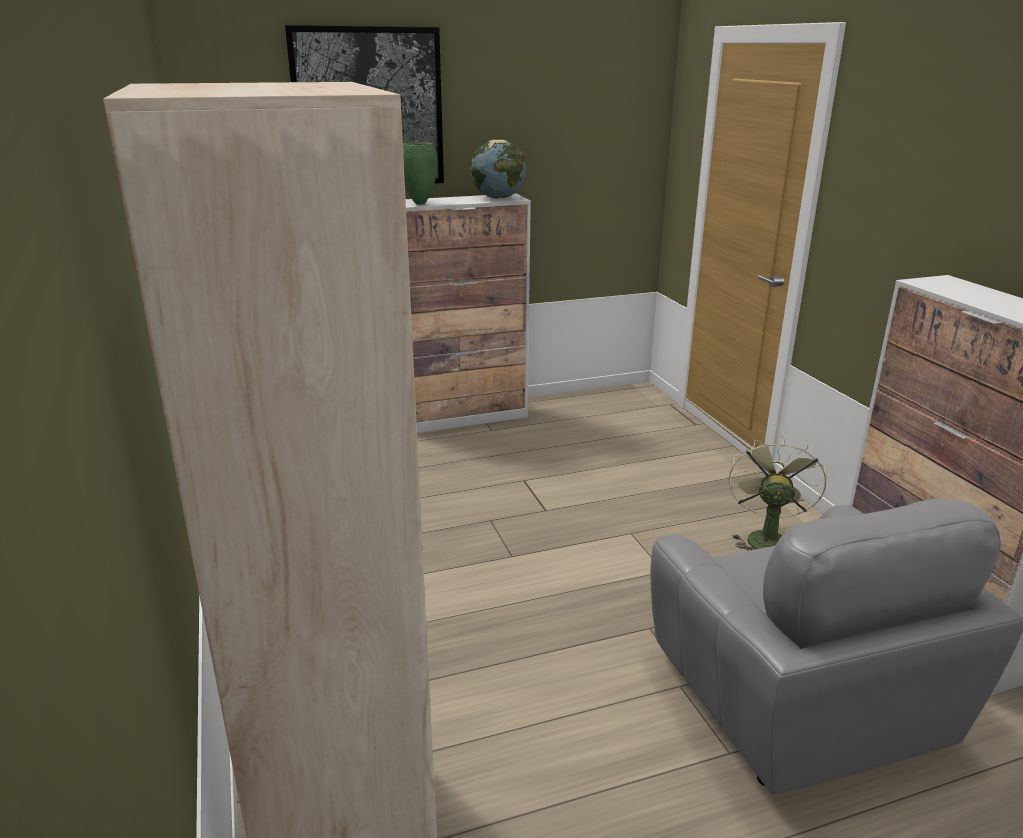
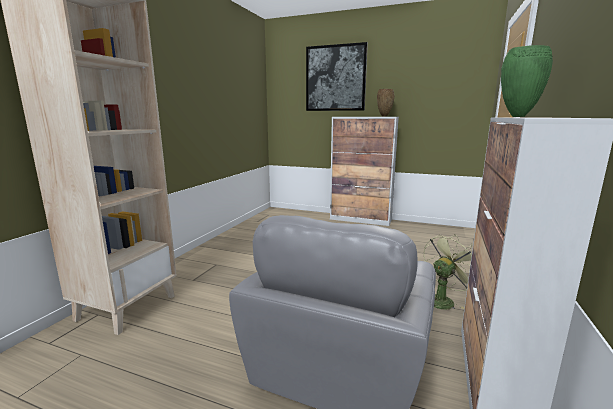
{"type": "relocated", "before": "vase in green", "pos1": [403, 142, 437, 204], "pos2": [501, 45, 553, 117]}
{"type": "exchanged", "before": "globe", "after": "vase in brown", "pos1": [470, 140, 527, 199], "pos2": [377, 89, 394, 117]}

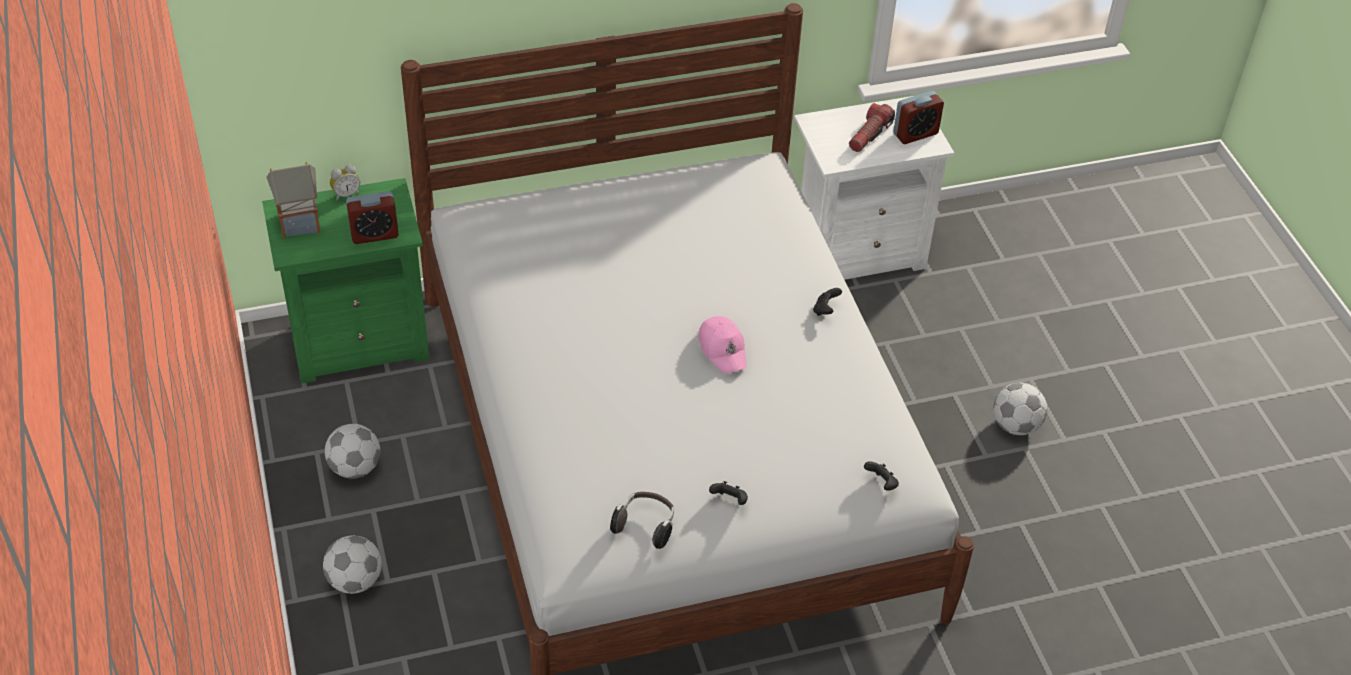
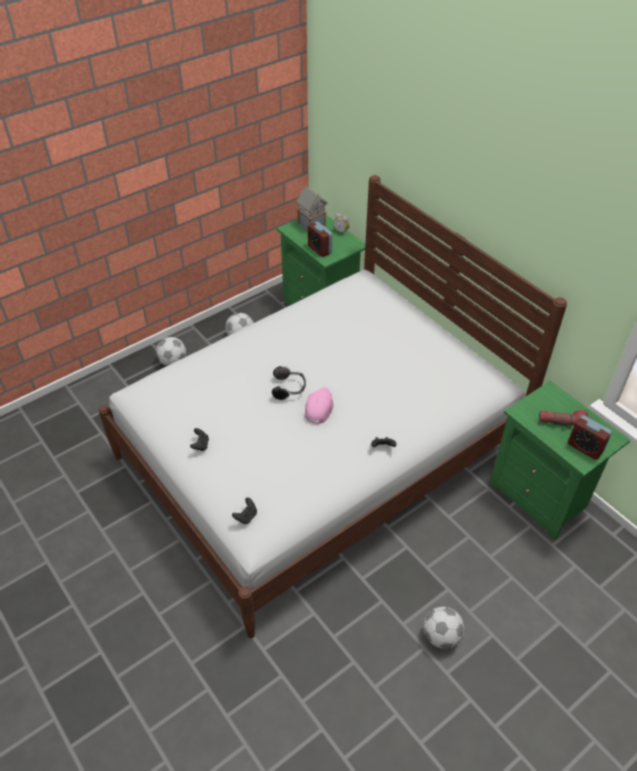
{"type": "relocated", "before": "headphones", "pos1": [610, 492, 674, 549], "pos2": [272, 366, 306, 400]}
{"type": "colour", "before": "nightstand in white", "after": "nightstand in green", "pos1": [794, 96, 954, 280], "pos2": [490, 381, 630, 541]}
{"type": "spun", "before": "cap in pink", "pos1": [698, 316, 747, 373], "pos2": [305, 387, 334, 424], "turn": 150}

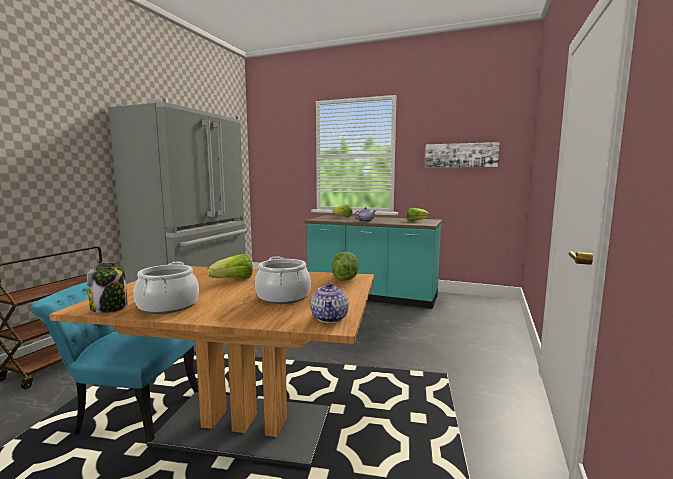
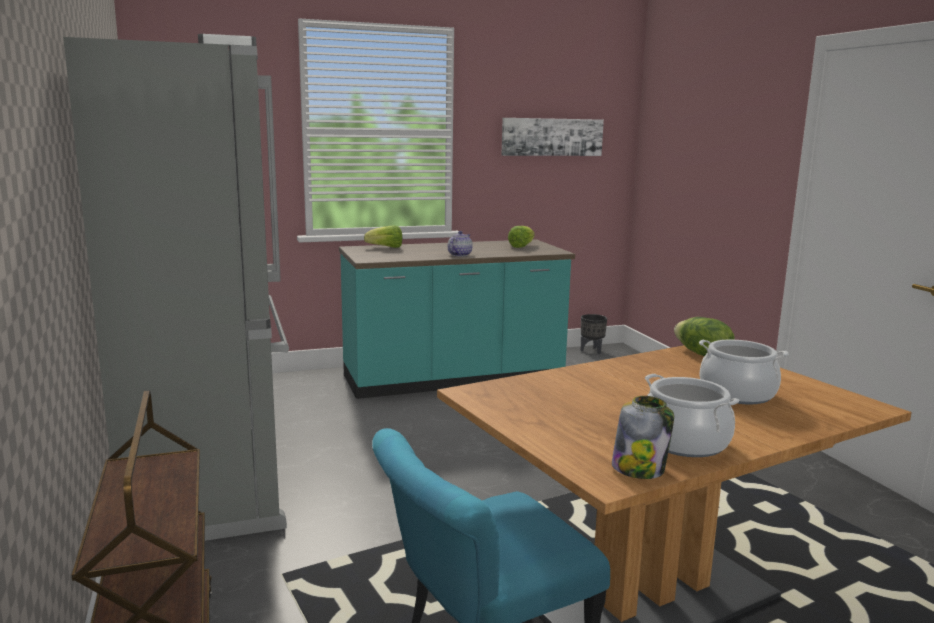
{"type": "missing", "before": "lettuce", "pos1": [207, 254, 253, 279]}
{"type": "missing", "before": "teapot", "pos1": [311, 283, 349, 323]}
{"type": "appeared", "after": "planter in black", "pos2": [581, 314, 607, 354]}

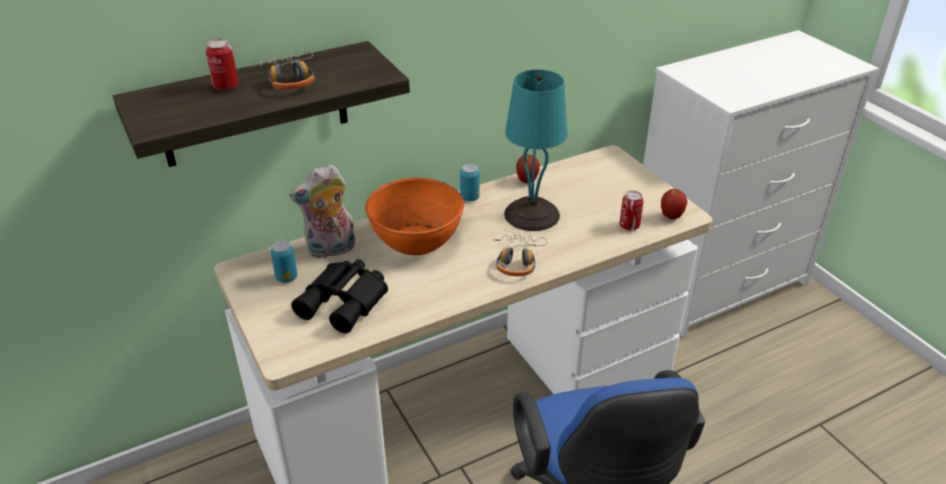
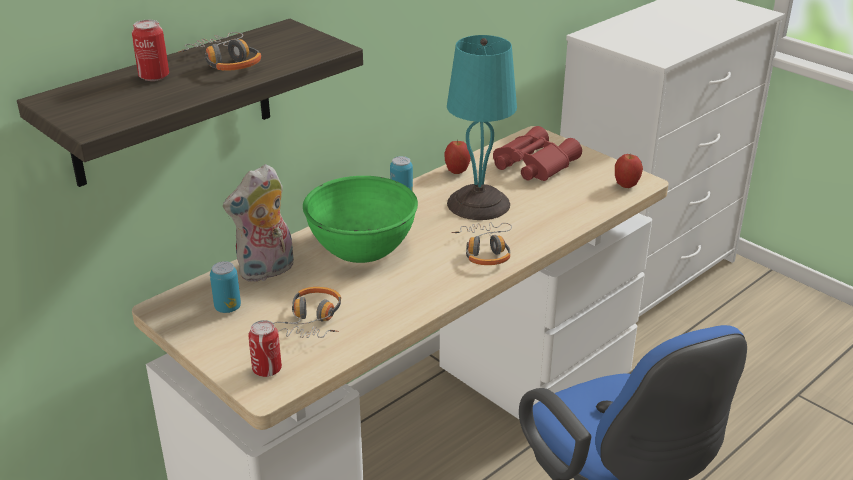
{"type": "appeared", "after": "binoculars in red", "pos2": [493, 126, 582, 181]}
{"type": "relocated", "before": "can", "pos1": [619, 191, 644, 231], "pos2": [248, 320, 282, 377]}
{"type": "exchanged", "before": "binoculars in black", "after": "headphones", "pos1": [291, 259, 388, 333], "pos2": [274, 287, 341, 338]}
{"type": "colour", "before": "bowl in orange", "after": "bowl in green", "pos1": [365, 178, 464, 255], "pos2": [303, 176, 418, 263]}

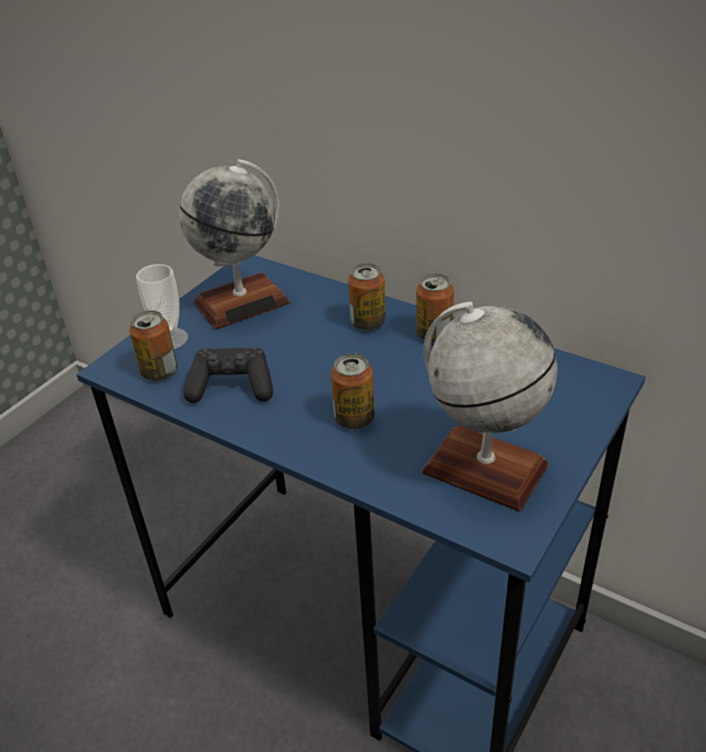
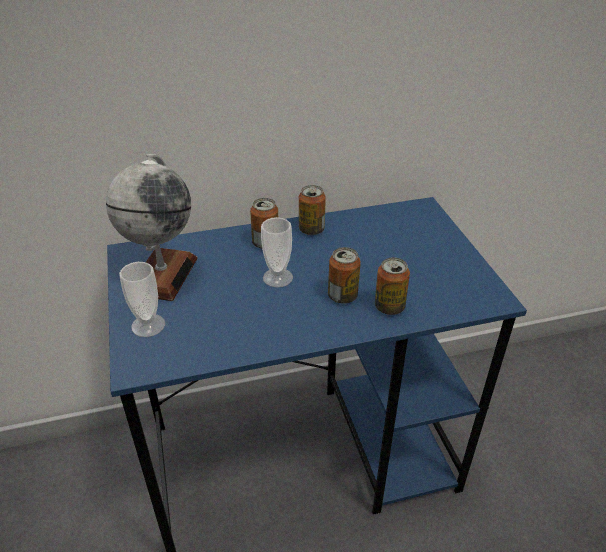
{"type": "missing", "before": "game controller in black", "pos1": [183, 347, 273, 403]}
{"type": "missing", "before": "globe", "pos1": [422, 302, 557, 511]}
{"type": "appeared", "after": "cup", "pos2": [261, 217, 293, 288]}
{"type": "relocated", "before": "can", "pos1": [129, 311, 178, 381], "pos2": [375, 257, 410, 315]}

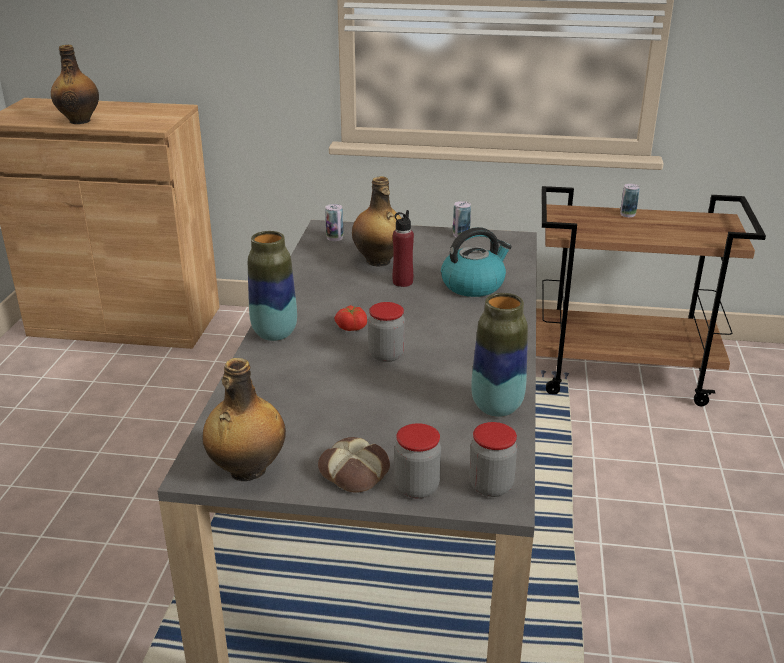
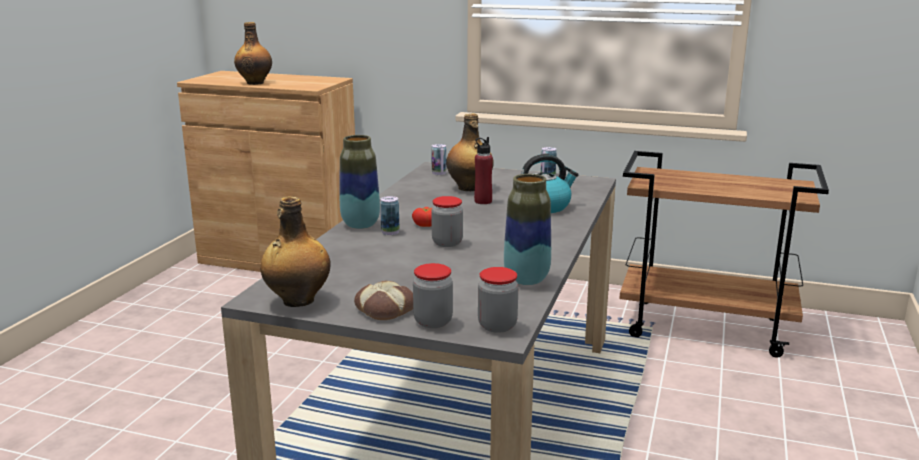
{"type": "relocated", "before": "can", "pos1": [620, 184, 640, 217], "pos2": [380, 196, 399, 235]}

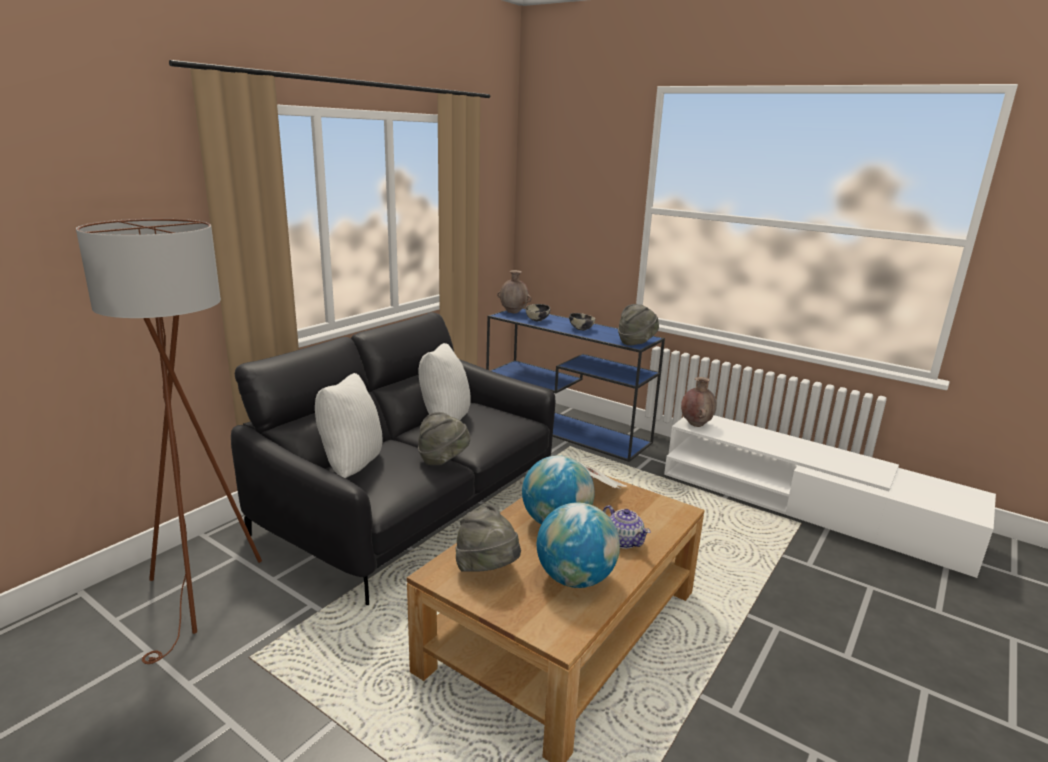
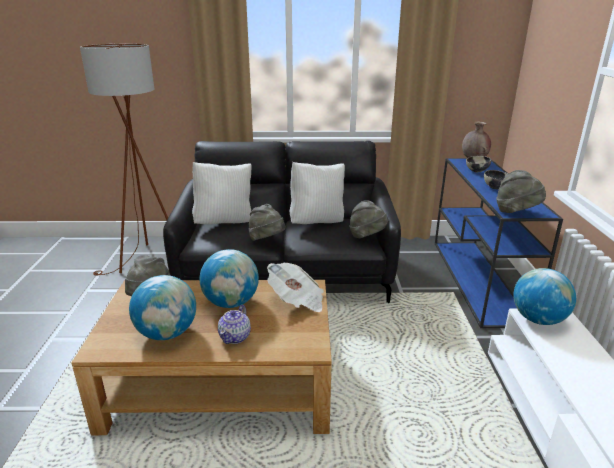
{"type": "appeared", "after": "hat in grey", "pos2": [349, 200, 388, 238]}
{"type": "exchanged", "before": "vase in brown", "after": "globe", "pos1": [681, 377, 717, 427], "pos2": [513, 268, 576, 325]}

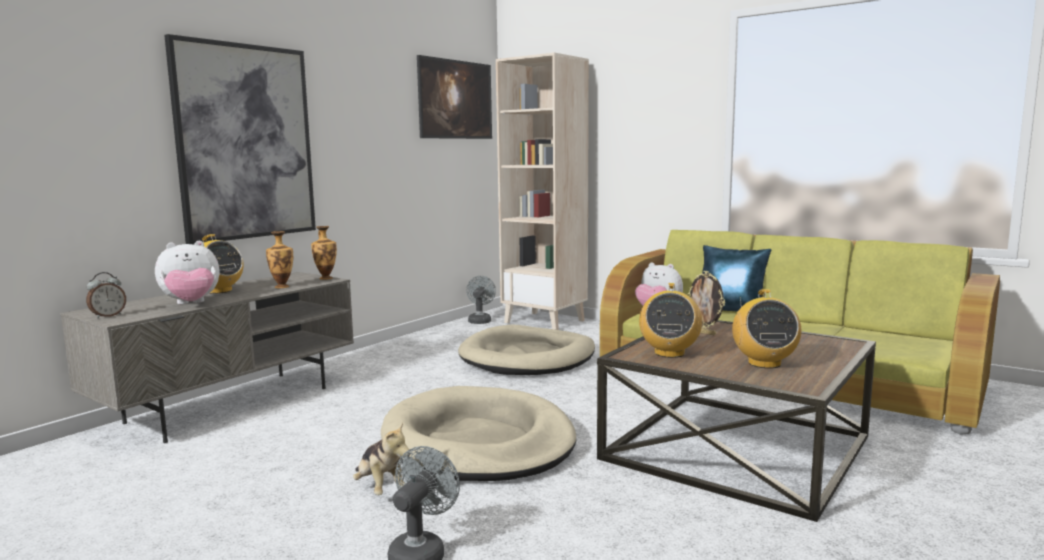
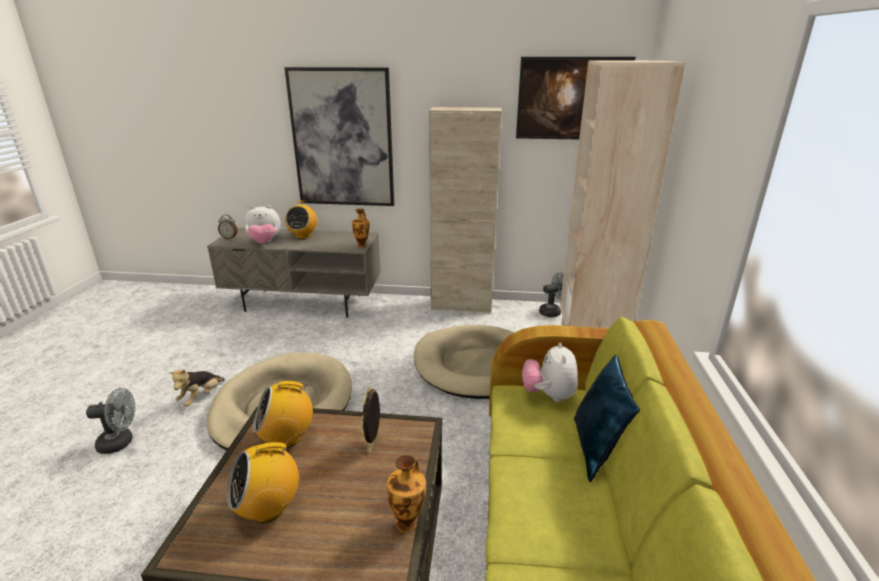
{"type": "appeared", "after": "cabinet in beige", "pos2": [429, 107, 501, 313]}
{"type": "relocated", "before": "vase", "pos1": [266, 231, 293, 288], "pos2": [387, 455, 426, 533]}
{"type": "spun", "before": "plush toy", "pos1": [155, 241, 219, 304], "pos2": [244, 205, 281, 243], "turn": -45}

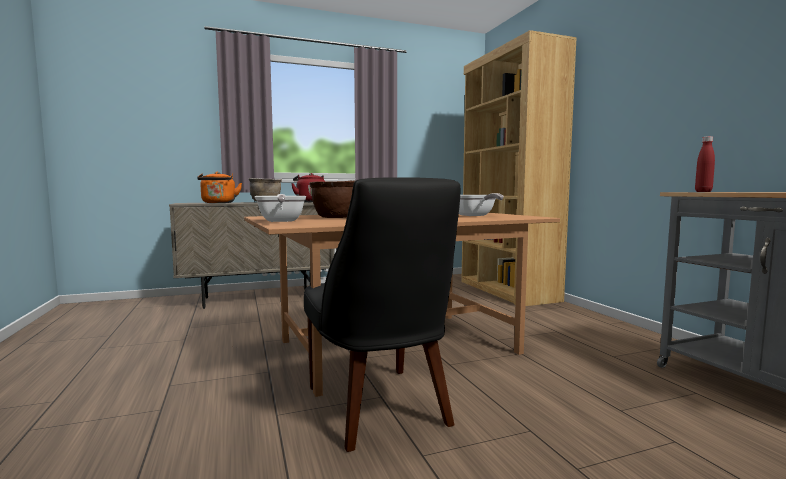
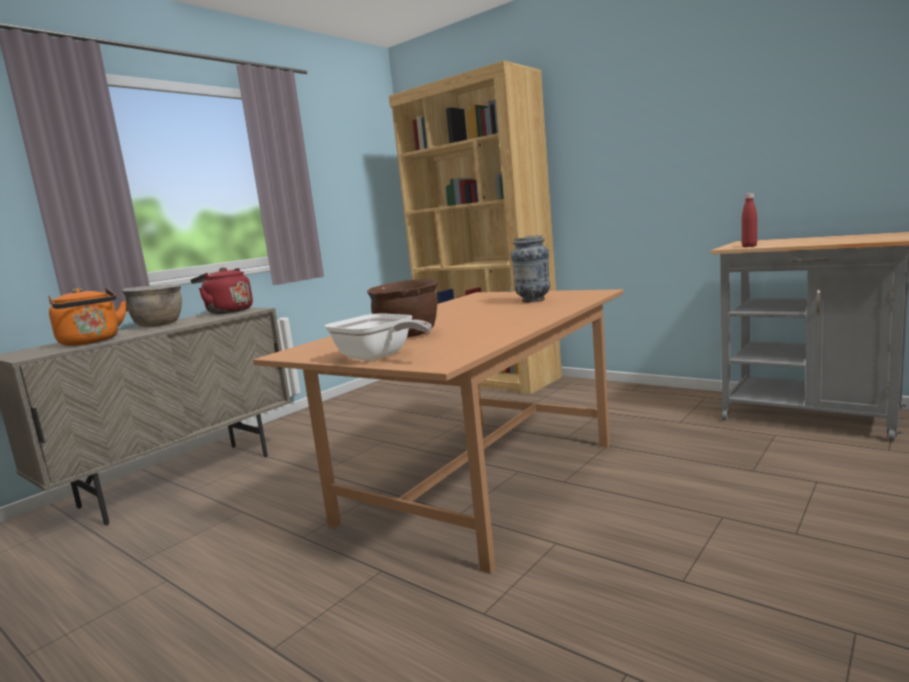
{"type": "missing", "before": "chair in black", "pos1": [304, 177, 460, 452]}
{"type": "exchanged", "before": "frying pan", "after": "vase", "pos1": [459, 193, 504, 216], "pos2": [511, 235, 550, 302]}

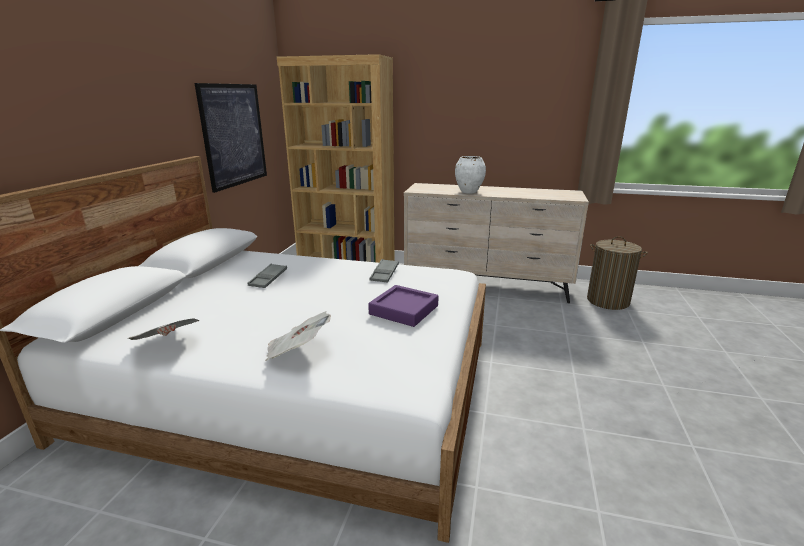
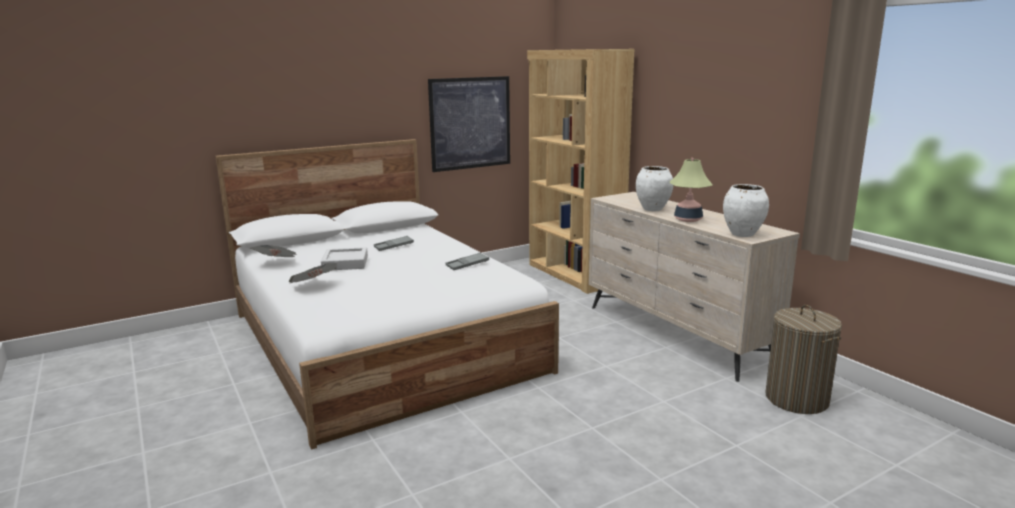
{"type": "missing", "before": "tray in purple", "pos1": [368, 285, 439, 327]}
{"type": "appeared", "after": "tray in grey", "pos2": [321, 247, 368, 270]}
{"type": "appeared", "after": "table lamp", "pos2": [670, 158, 713, 222]}
{"type": "appeared", "after": "vase in white", "pos2": [723, 184, 769, 237]}

